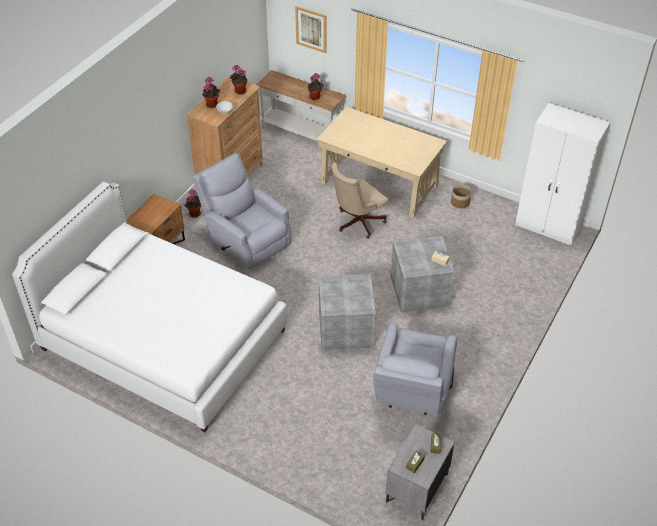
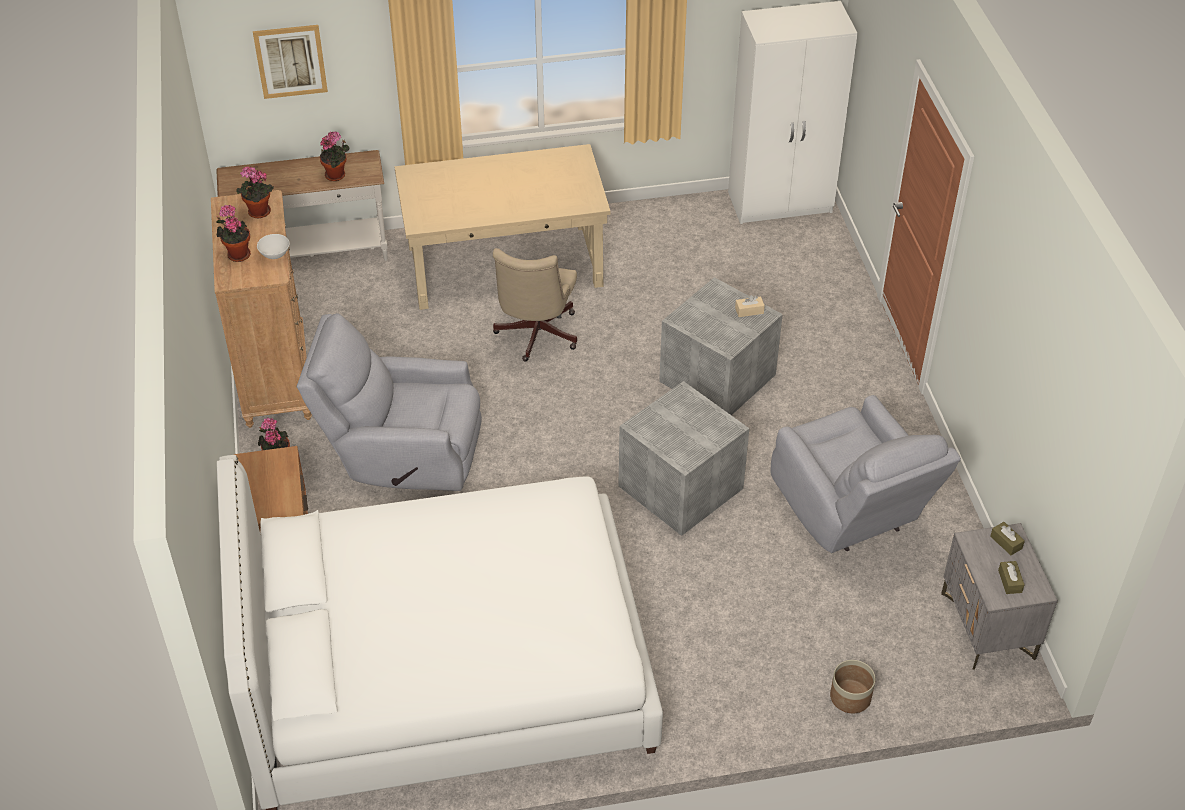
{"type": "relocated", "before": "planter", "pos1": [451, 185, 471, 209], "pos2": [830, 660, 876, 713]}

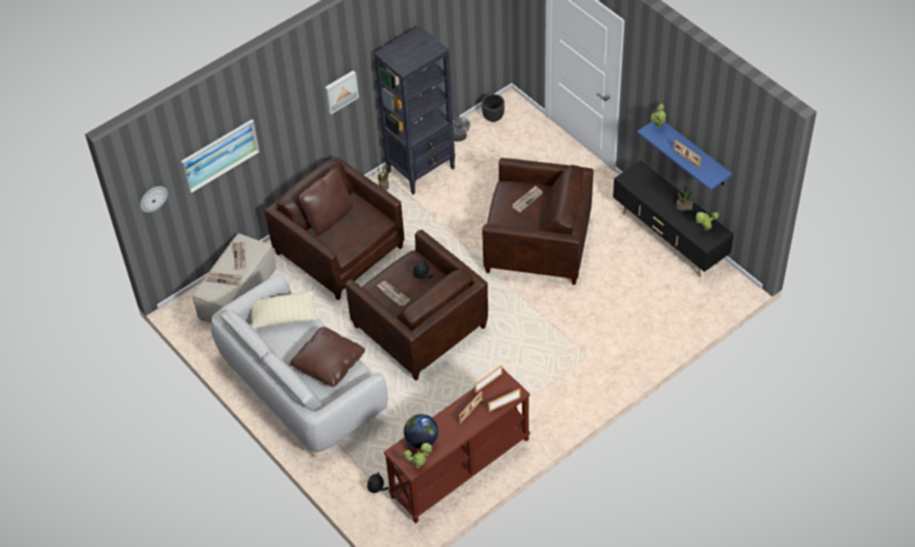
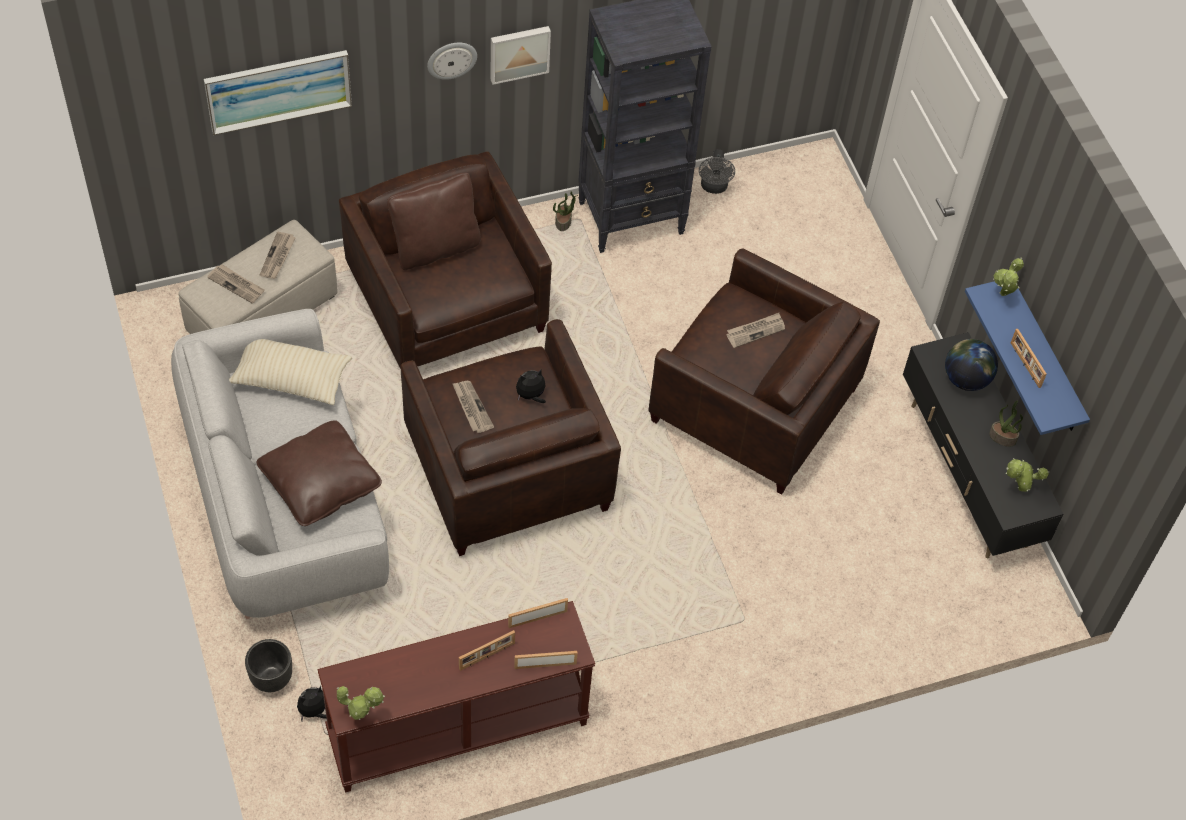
{"type": "relocated", "before": "wall clock", "pos1": [140, 186, 168, 213], "pos2": [427, 43, 477, 80]}
{"type": "relocated", "before": "globe", "pos1": [404, 414, 438, 449], "pos2": [945, 339, 998, 391]}
{"type": "relocated", "before": "planter in black", "pos1": [482, 94, 505, 122], "pos2": [245, 639, 292, 692]}

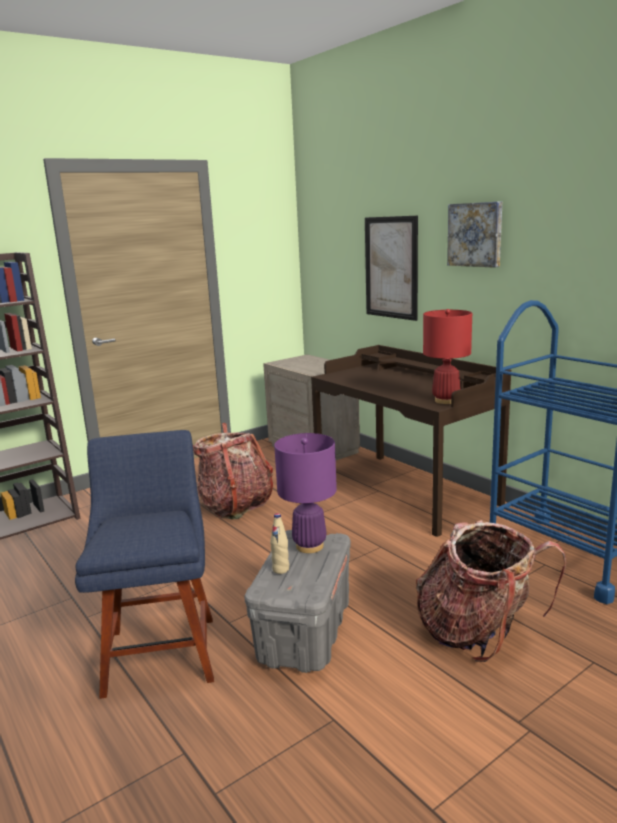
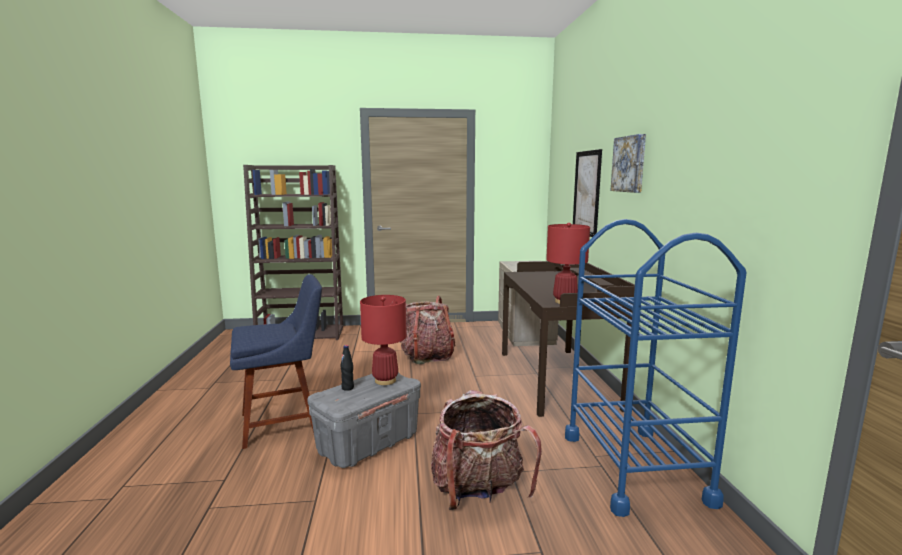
{"type": "colour", "before": "bottle in beige", "after": "bottle in black", "pos1": [270, 513, 289, 574], "pos2": [340, 345, 354, 391]}
{"type": "colour", "before": "table lamp in purple", "after": "table lamp in red", "pos1": [274, 433, 337, 553], "pos2": [360, 295, 406, 385]}
{"type": "spun", "before": "chair in blue", "pos1": [75, 430, 214, 699], "pos2": [230, 274, 322, 449], "turn": 45}

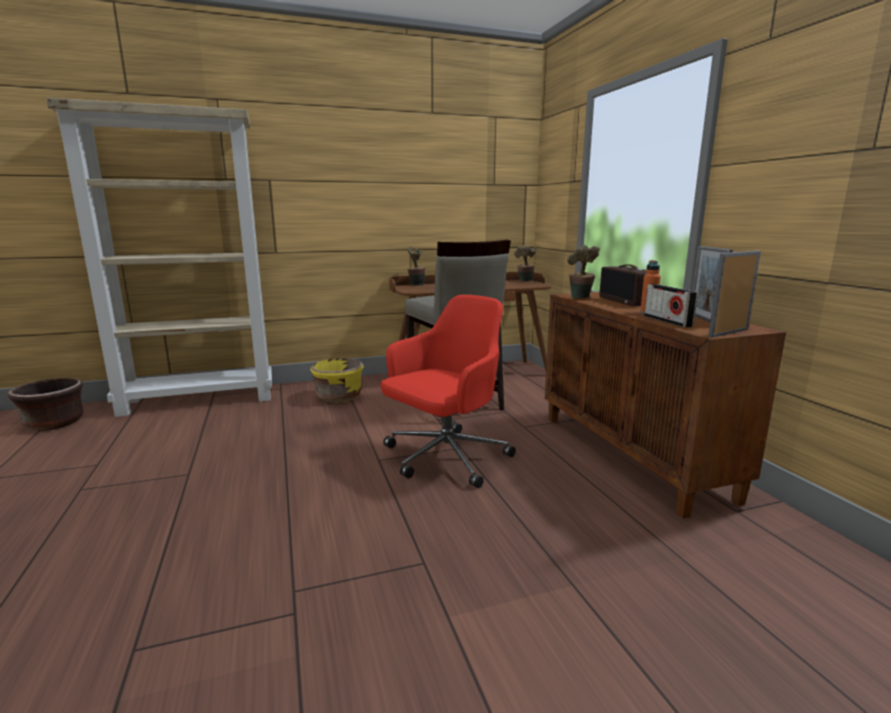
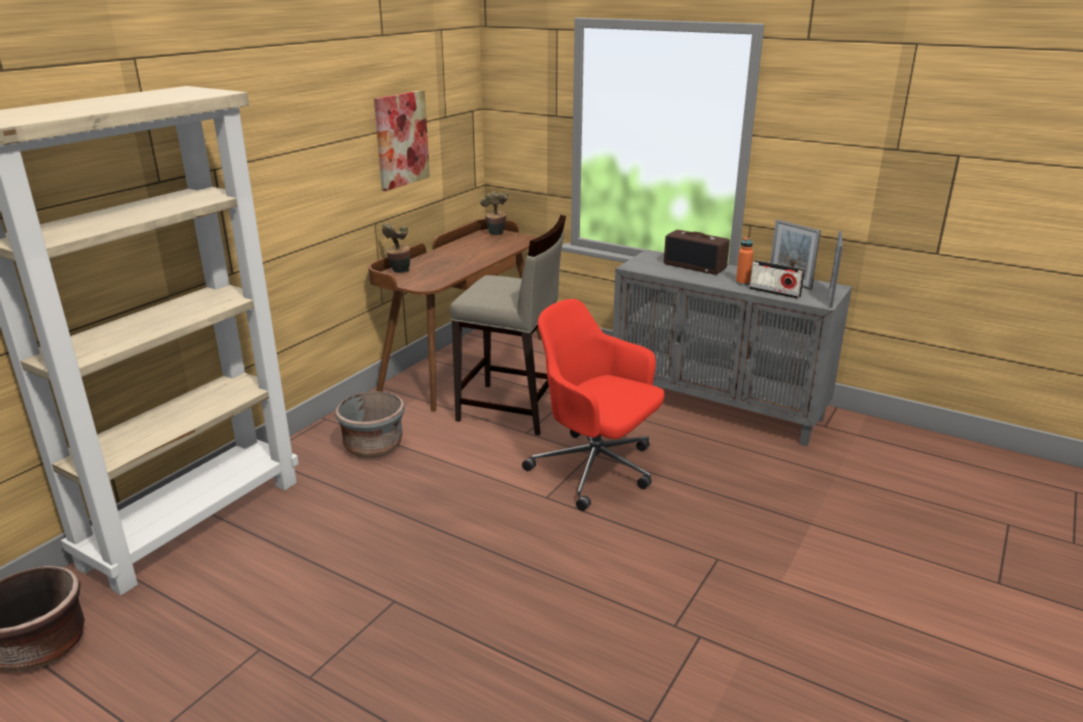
{"type": "missing", "before": "potted plant", "pos1": [567, 245, 600, 298]}
{"type": "appeared", "after": "picture", "pos2": [374, 90, 430, 191]}
{"type": "colour", "before": "planter in yellow", "after": "planter in grey", "pos1": [310, 358, 364, 403], "pos2": [335, 391, 405, 458]}
{"type": "colour", "before": "cabinet in brown", "after": "cabinet in grey", "pos1": [545, 292, 786, 518], "pos2": [613, 250, 852, 446]}
{"type": "spun", "before": "office chair in red", "pos1": [381, 295, 516, 488], "pos2": [522, 299, 665, 511], "turn": -60}

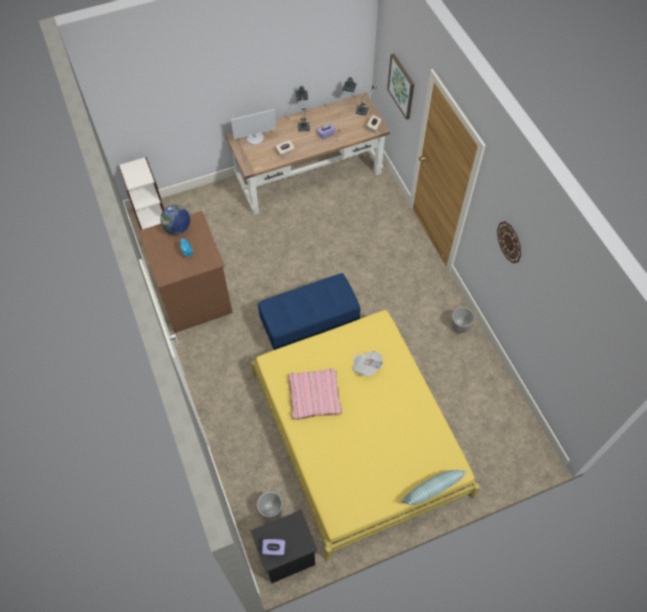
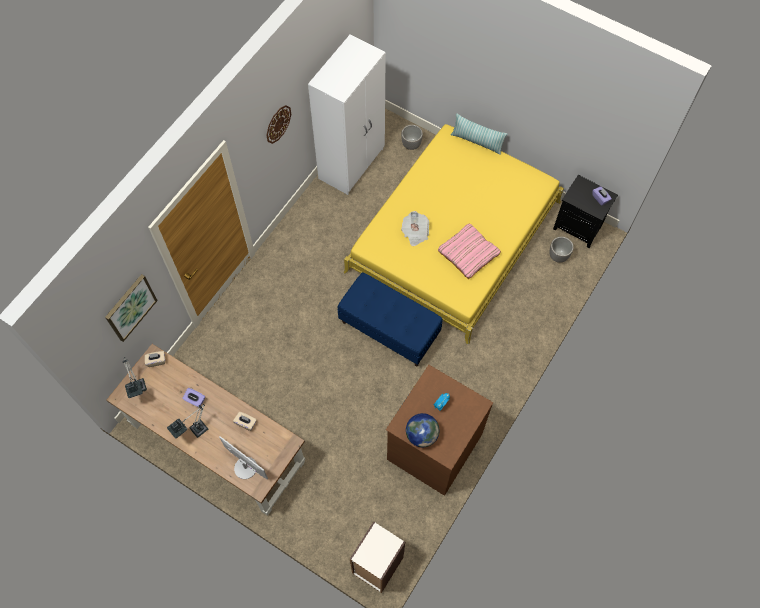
{"type": "appeared", "after": "wardrobe in white", "pos2": [308, 34, 386, 195]}
{"type": "relocated", "before": "planter", "pos1": [451, 307, 475, 333], "pos2": [401, 125, 423, 150]}

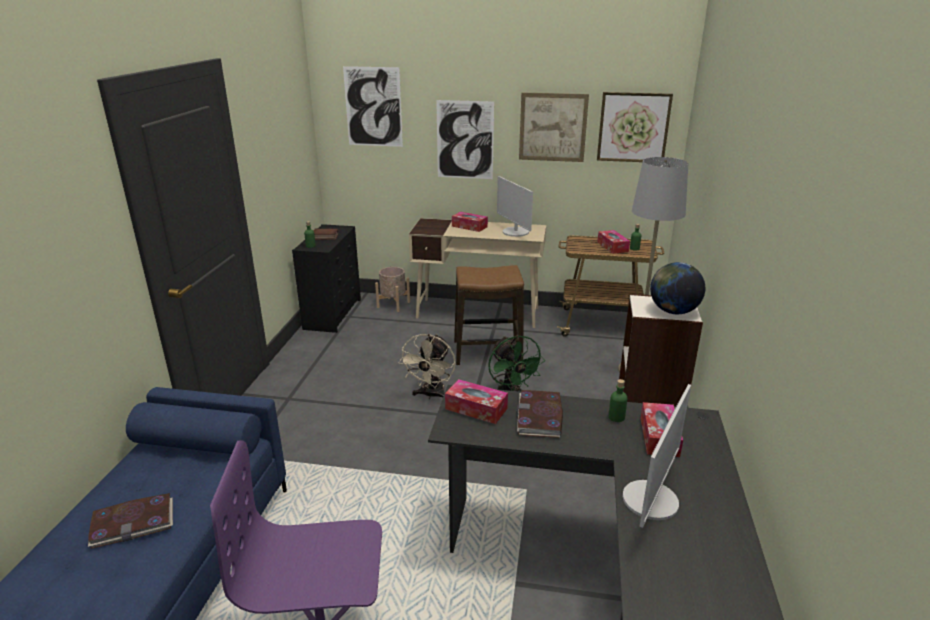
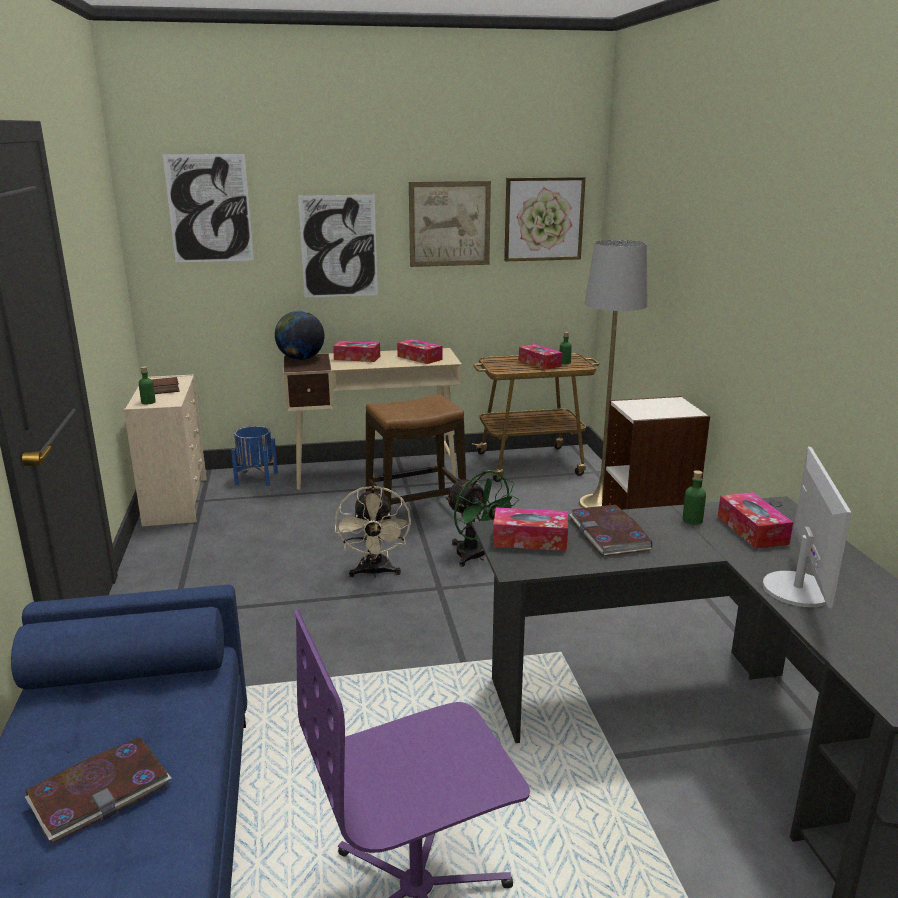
{"type": "relocated", "before": "globe", "pos1": [650, 262, 705, 314], "pos2": [275, 311, 324, 360]}
{"type": "exchanged", "before": "monitor", "after": "tissue box", "pos1": [497, 176, 533, 237], "pos2": [397, 339, 443, 364]}
{"type": "colour", "before": "dresser in black", "after": "dresser in beige", "pos1": [292, 224, 361, 333], "pos2": [124, 375, 207, 526]}
{"type": "colour", "before": "planter in beige", "after": "planter in blue", "pos1": [375, 267, 410, 312], "pos2": [231, 426, 278, 486]}

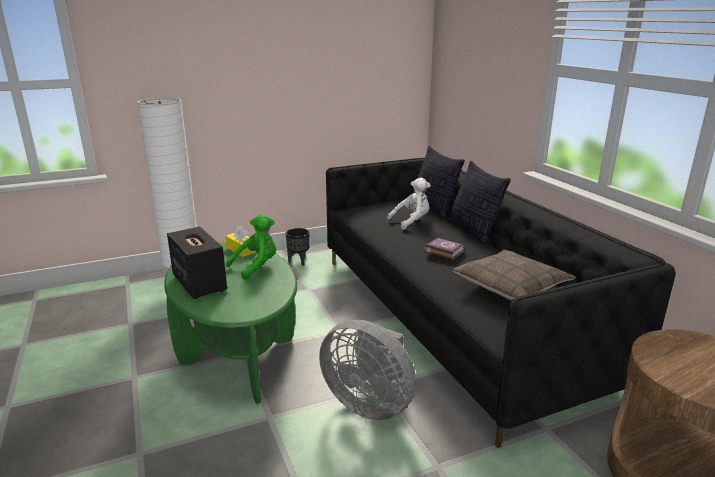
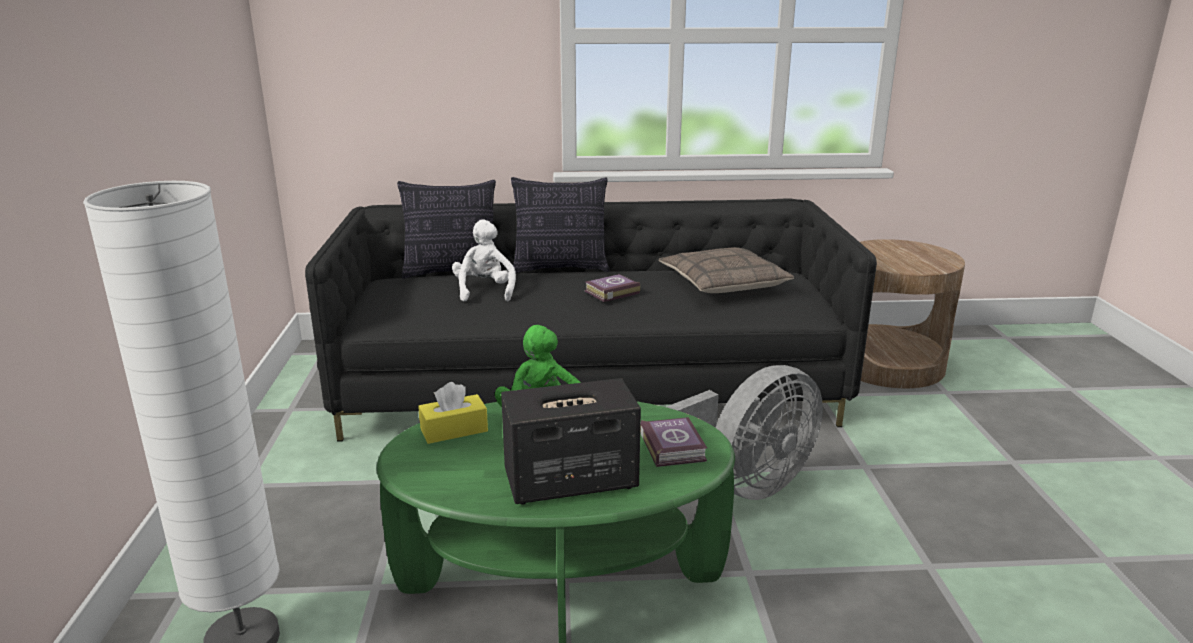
{"type": "missing", "before": "planter in black", "pos1": [286, 228, 309, 266]}
{"type": "appeared", "after": "book", "pos2": [640, 417, 707, 467]}

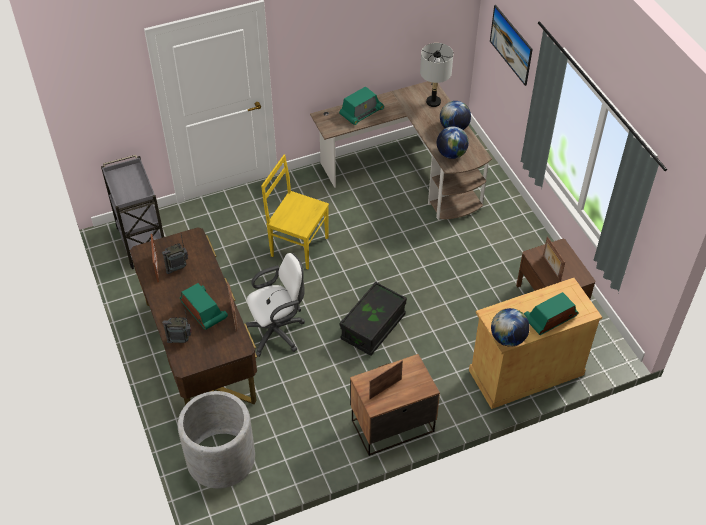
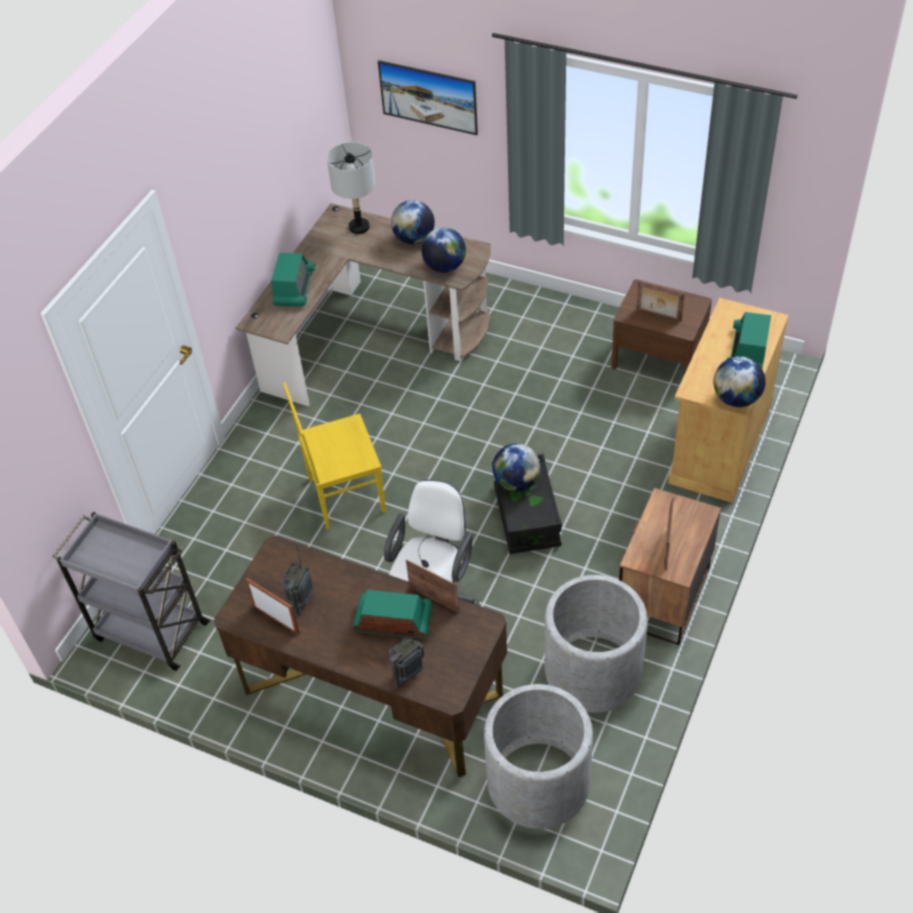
{"type": "appeared", "after": "globe", "pos2": [492, 443, 541, 491]}
{"type": "appeared", "after": "planter in grey", "pos2": [545, 575, 648, 713]}

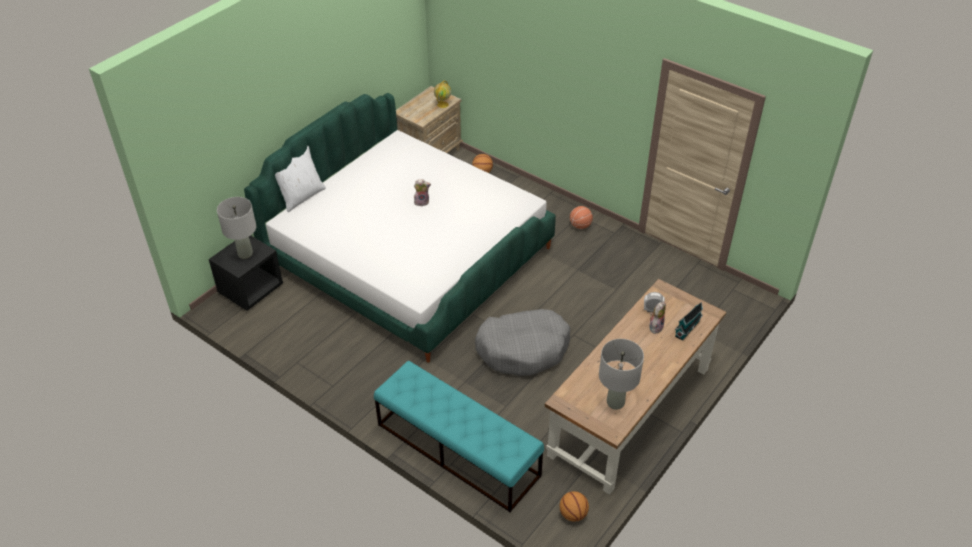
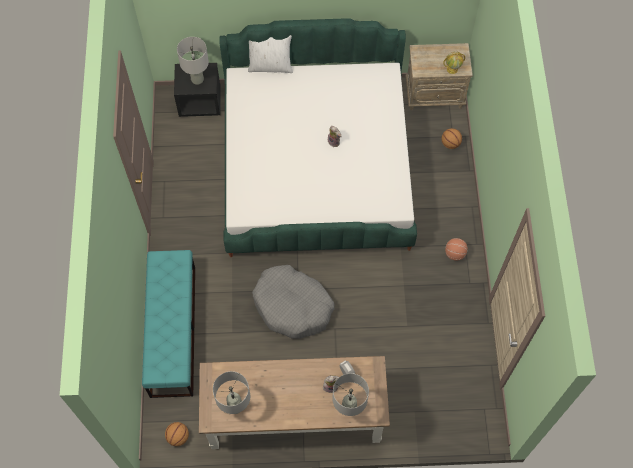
{"type": "exchanged", "before": "toy house", "after": "table lamp in grey", "pos1": [675, 302, 703, 341], "pos2": [332, 373, 369, 416]}

